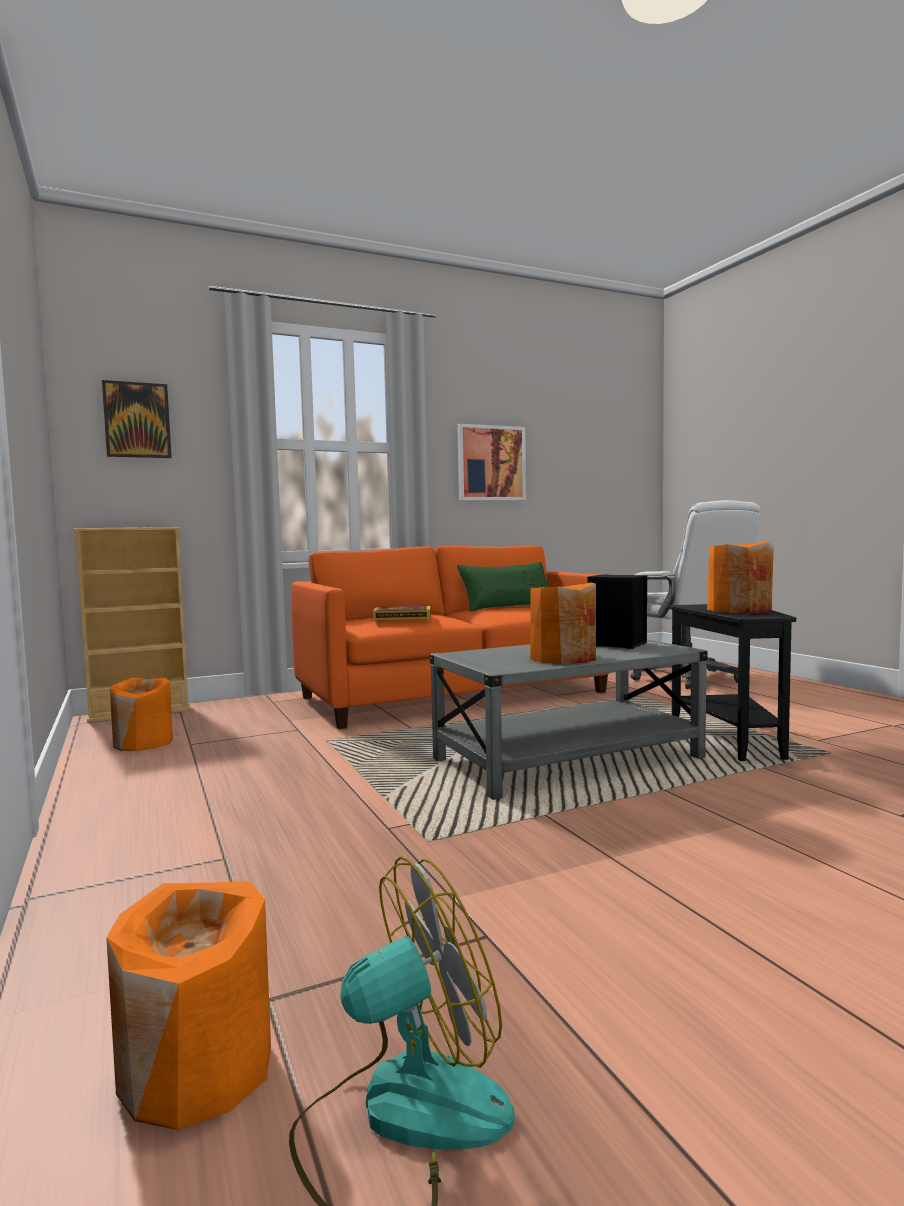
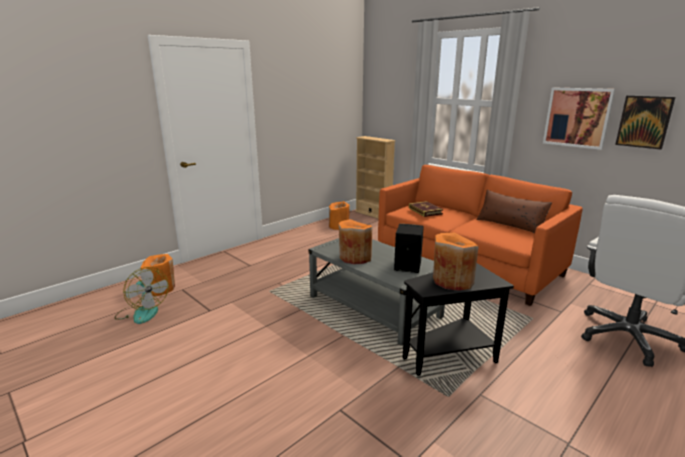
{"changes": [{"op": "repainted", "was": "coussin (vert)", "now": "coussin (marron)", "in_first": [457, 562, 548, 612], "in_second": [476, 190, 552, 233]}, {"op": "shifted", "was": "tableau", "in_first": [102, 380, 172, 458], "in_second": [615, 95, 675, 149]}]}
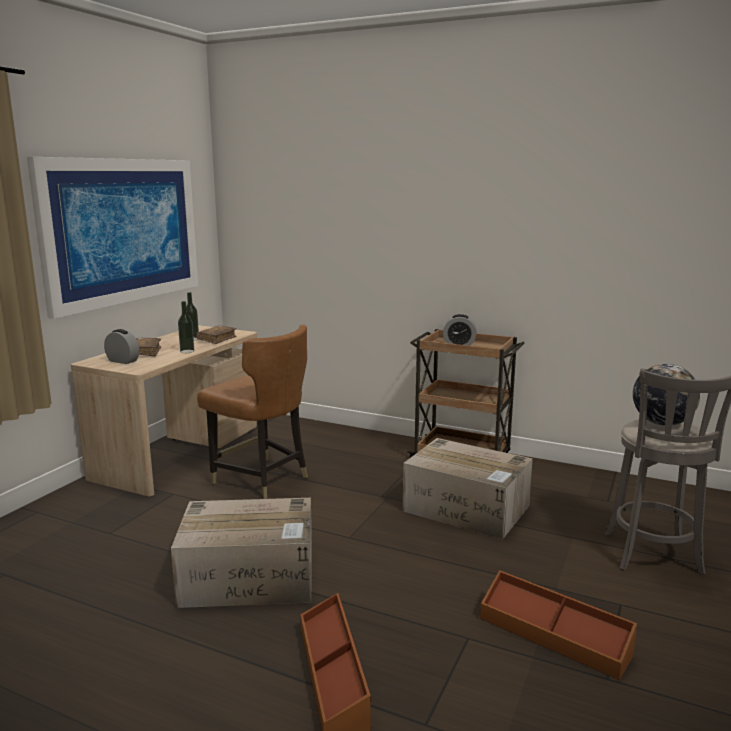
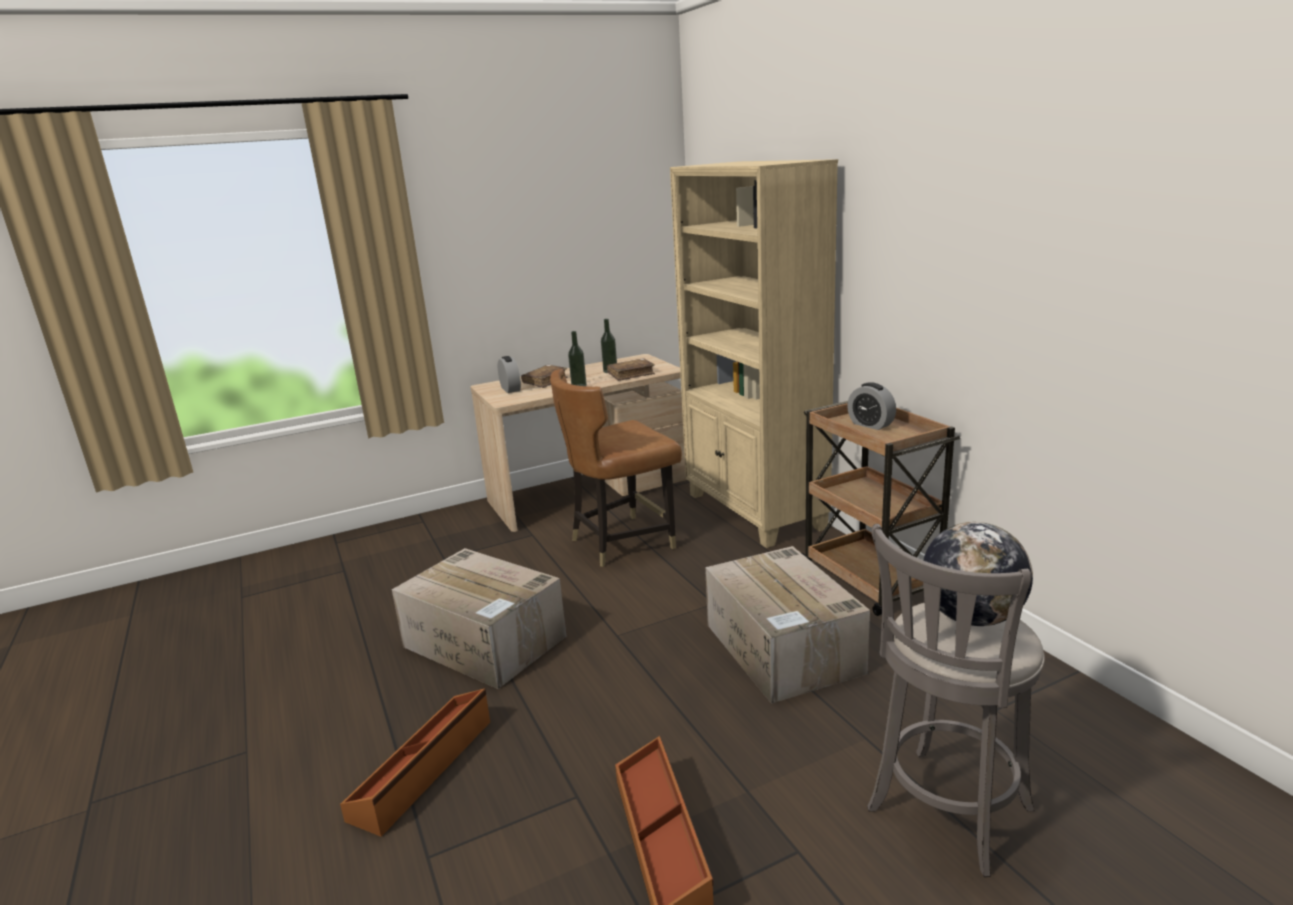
{"changes": [{"op": "rotated", "was": "chaise (marron)", "in_first": [197, 325, 308, 499], "in_second": [550, 369, 682, 567], "clockwise": 75}, {"op": "new", "now": "bibliothèque (beige)", "in_second": [670, 159, 838, 548]}, {"op": "gone", "was": "tableau", "in_first": [27, 157, 198, 319]}]}
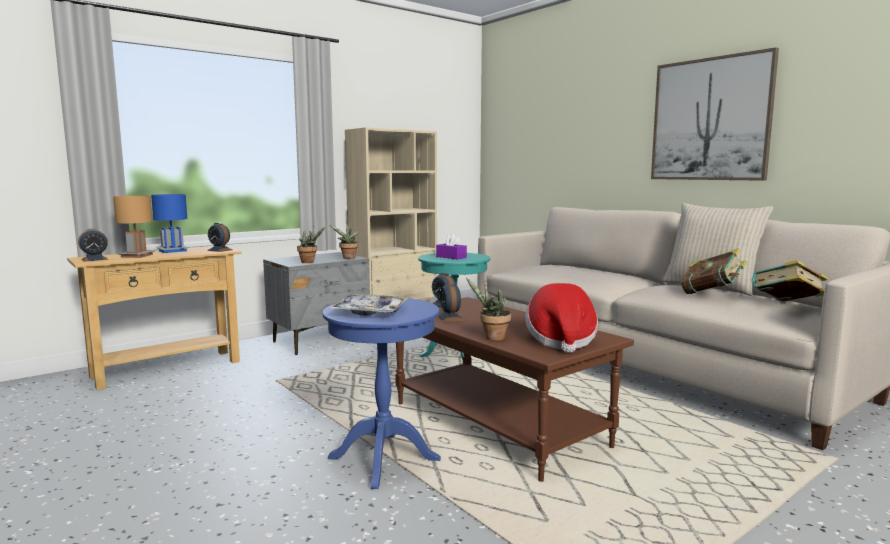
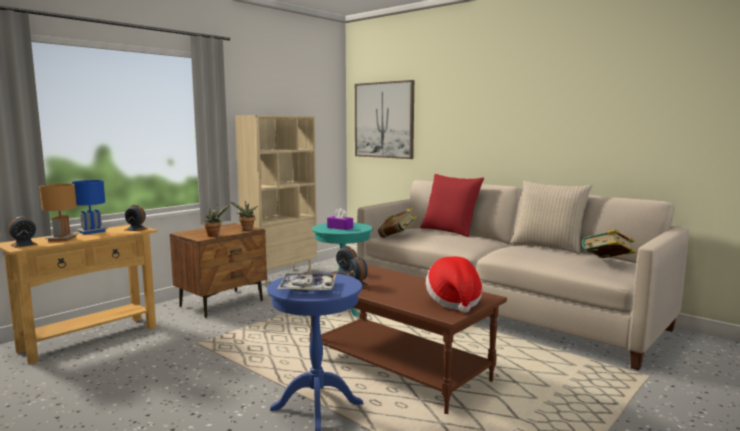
{"changes": [{"op": "repainted", "was": "table de chevet (gris)", "now": "table de chevet (marron)", "in_first": [263, 252, 370, 355], "in_second": [170, 223, 267, 318]}, {"op": "shifted", "was": "tableau", "in_first": [651, 47, 779, 181], "in_second": [355, 80, 414, 159]}, {"op": "shifted", "was": "livre", "in_first": [680, 248, 747, 294], "in_second": [378, 208, 417, 238]}, {"op": "new", "now": "coussin (rouge)", "in_second": [420, 174, 484, 237]}, {"op": "gone", "was": "plante en pot", "in_first": [466, 278, 511, 341]}]}
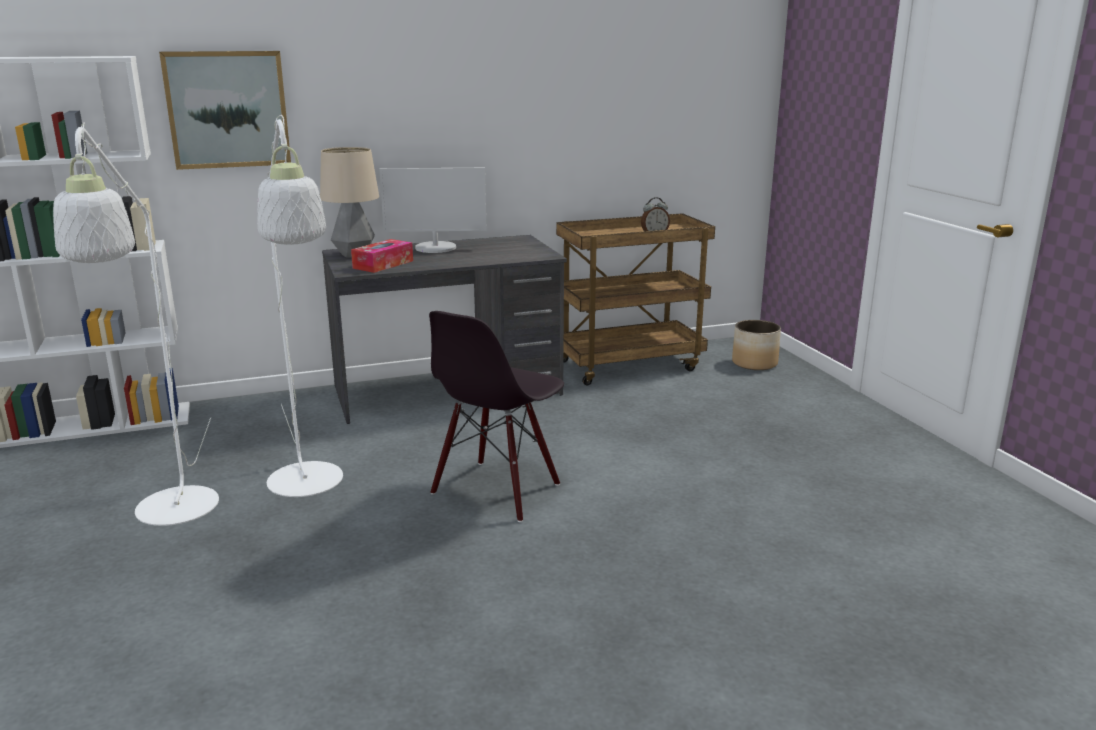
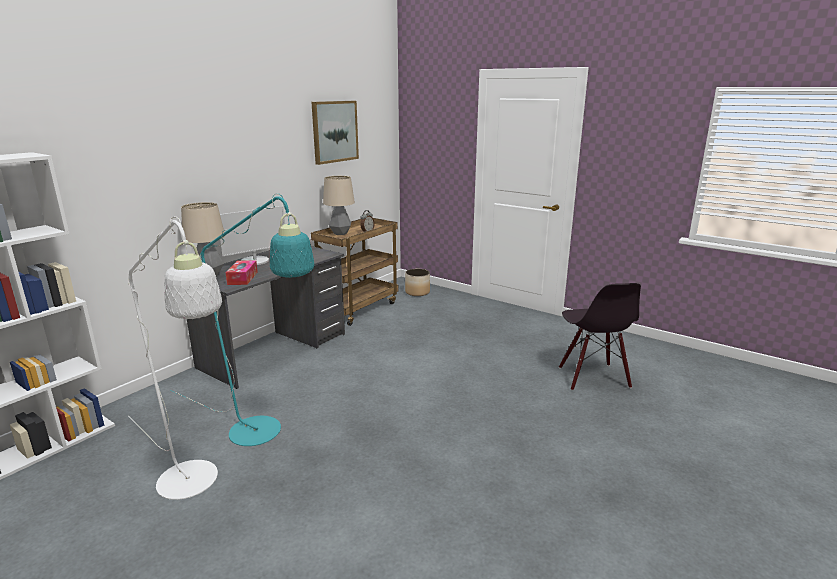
{"changes": [{"op": "repainted", "was": "lampadaire (blanc)", "now": "lampadaire (turquoise)", "in_first": [258, 115, 343, 497], "in_second": [171, 193, 314, 446]}, {"op": "shifted", "was": "tableau", "in_first": [159, 51, 291, 170], "in_second": [311, 101, 359, 165]}, {"op": "new", "now": "lampe de table", "in_second": [323, 176, 355, 235]}, {"op": "shifted", "was": "chaise (noir)", "in_first": [429, 311, 564, 522], "in_second": [559, 283, 641, 391]}]}
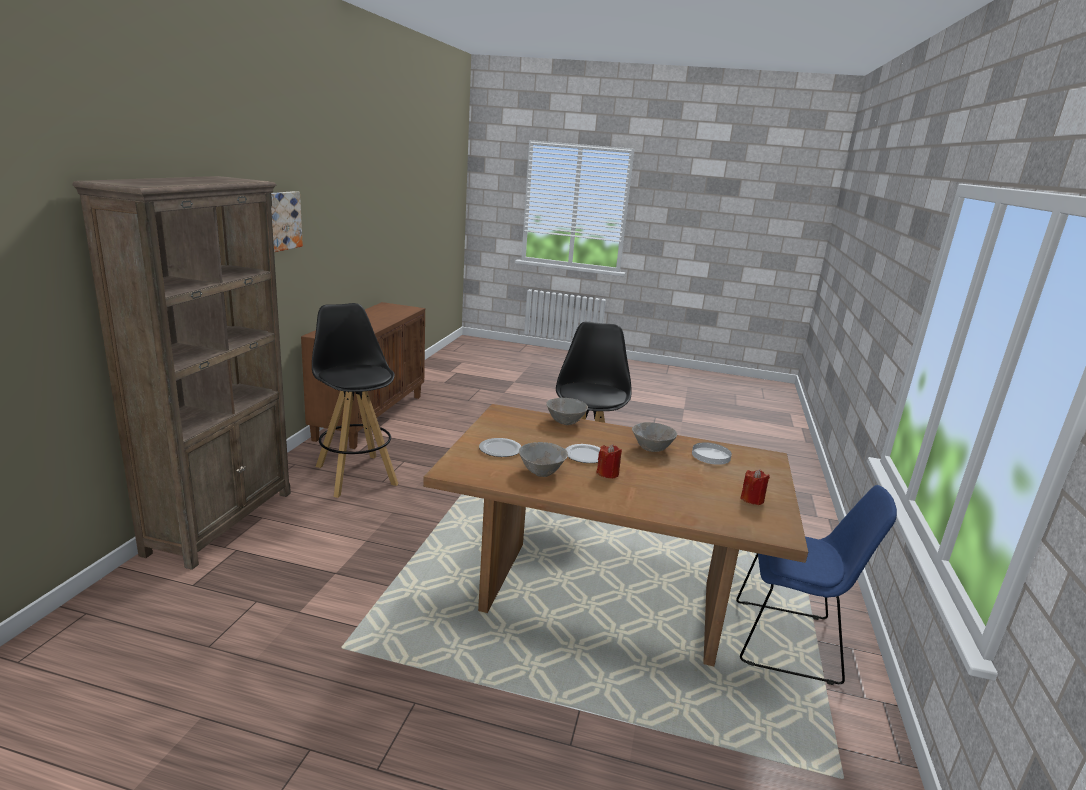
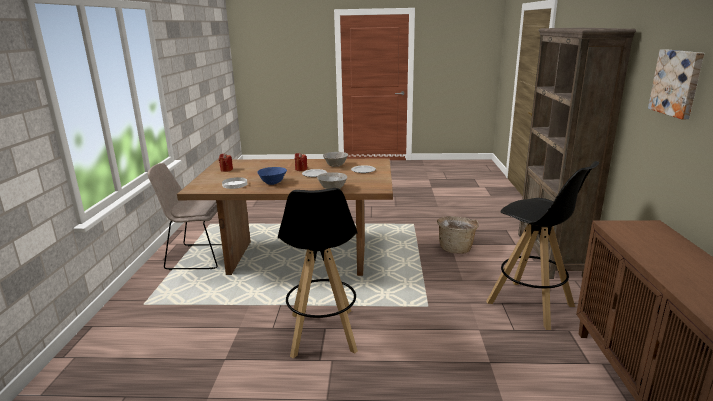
{"changes": [{"op": "repainted", "was": "chaise (bleu)", "now": "chaise (beige)", "in_first": [736, 485, 897, 685], "in_second": [148, 163, 222, 270]}, {"op": "repainted", "was": "bol (gris)", "now": "bol (bleu)", "in_first": [632, 422, 677, 452], "in_second": [258, 167, 287, 185]}, {"op": "new", "now": "panier", "in_second": [437, 216, 479, 254]}]}
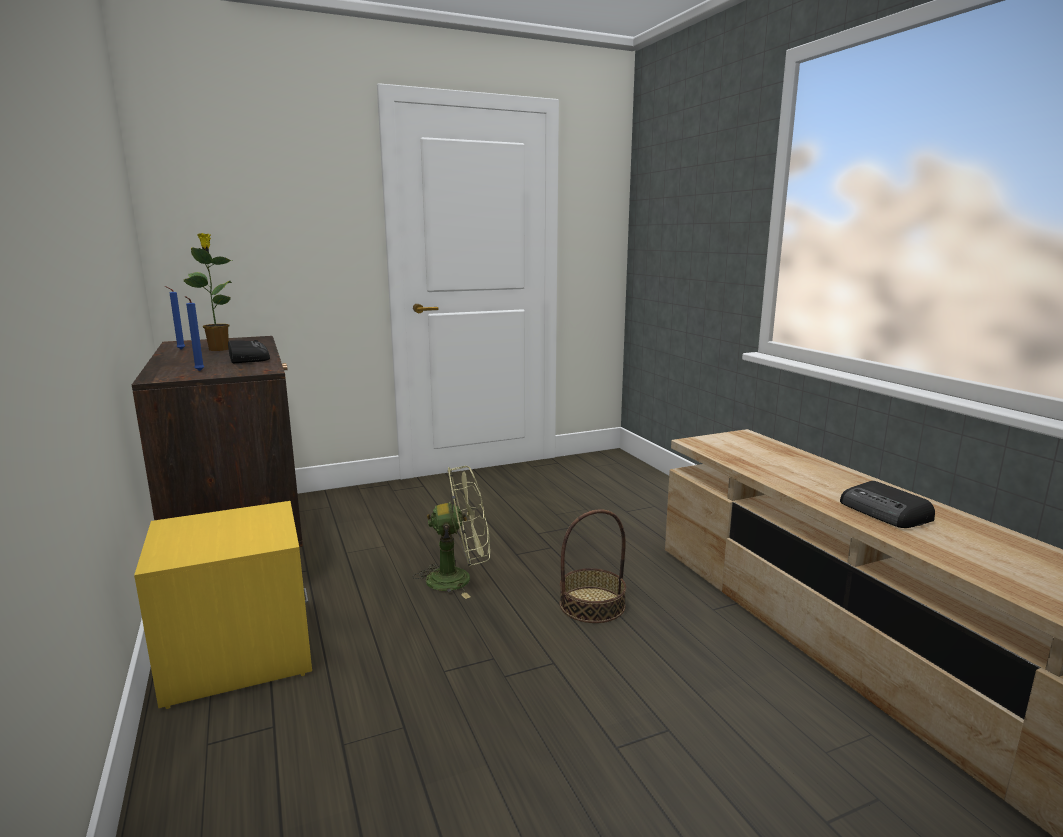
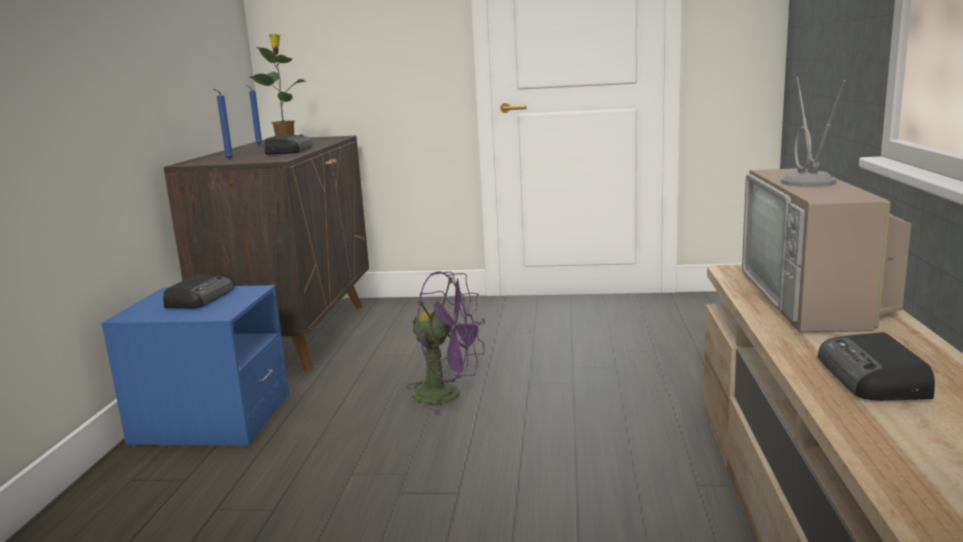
{"changes": [{"op": "repainted", "was": "table de chevet (jaune)", "now": "table de chevet (bleu)", "in_first": [134, 501, 312, 709], "in_second": [101, 285, 289, 448]}, {"op": "new", "now": "radio", "in_second": [163, 274, 234, 308]}, {"op": "repainted", "was": "ventilateur (vert)", "now": "ventilateur (violet)", "in_first": [413, 466, 490, 599], "in_second": [406, 271, 485, 415]}, {"op": "new", "now": "téléviseur", "in_second": [742, 77, 911, 333]}, {"op": "gone", "was": "panier", "in_first": [560, 509, 626, 623]}]}
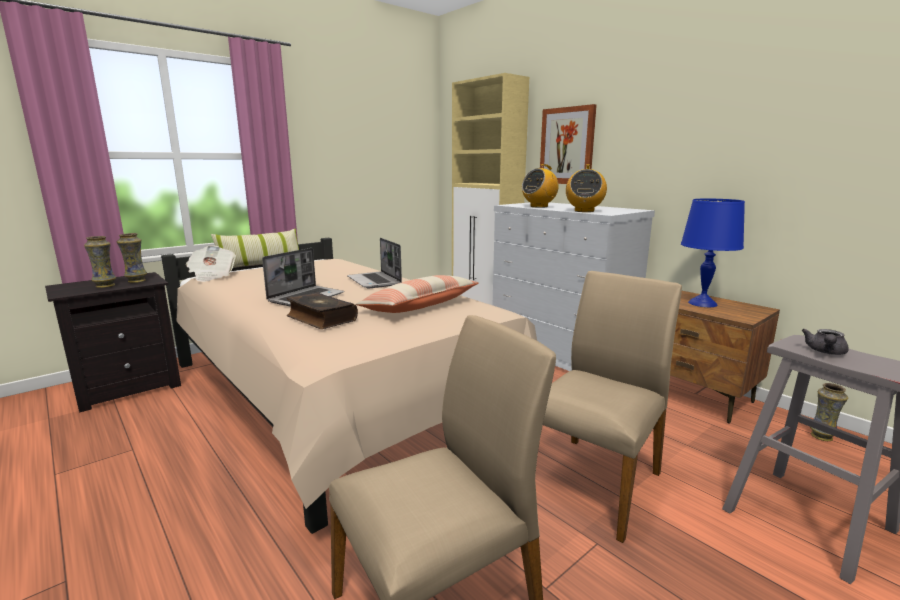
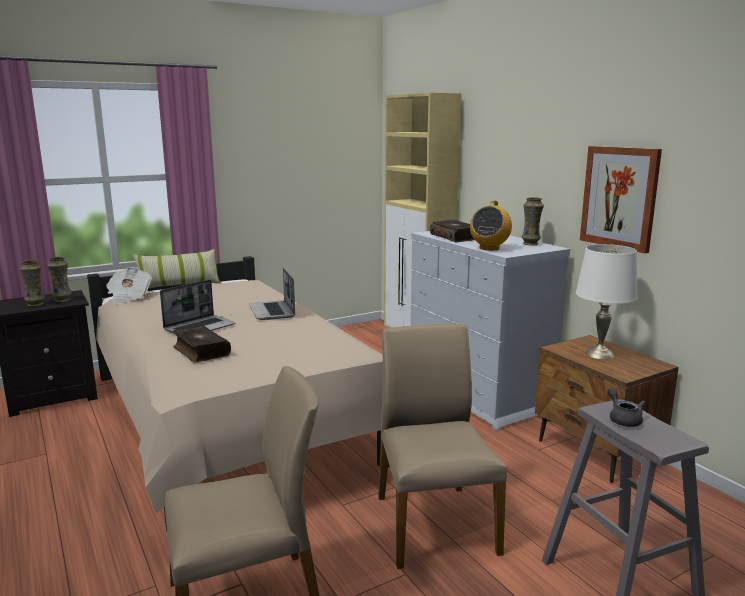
{"changes": [{"op": "rotated", "was": "chaise (beige)", "in_first": [543, 271, 682, 543], "in_second": [378, 324, 507, 569], "clockwise": -60}, {"op": "swapped", "was": "radio", "now": "livre", "in_first": [522, 164, 559, 208], "in_second": [430, 220, 474, 242]}, {"op": "shifted", "was": "vase", "in_first": [810, 383, 848, 441], "in_second": [521, 197, 544, 245]}, {"op": "repainted", "was": "lampe de table (bleu)", "now": "lampe de table (blanc)", "in_first": [681, 199, 745, 307], "in_second": [575, 244, 638, 360]}, {"op": "shifted", "was": "tableau", "in_first": [540, 104, 597, 184], "in_second": [580, 146, 662, 253]}, {"op": "rotated", "was": "théière (gris)", "in_first": [802, 329, 849, 355], "in_second": [608, 388, 645, 427], "clockwise": 120}, {"op": "gone", "was": "coussin", "in_first": [356, 275, 479, 313]}]}
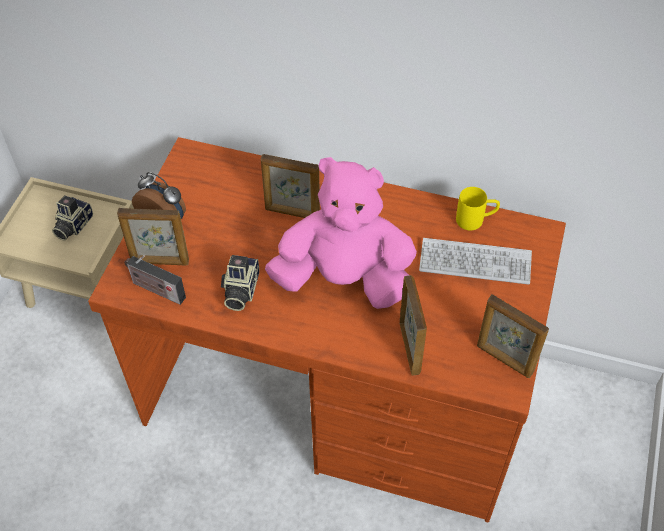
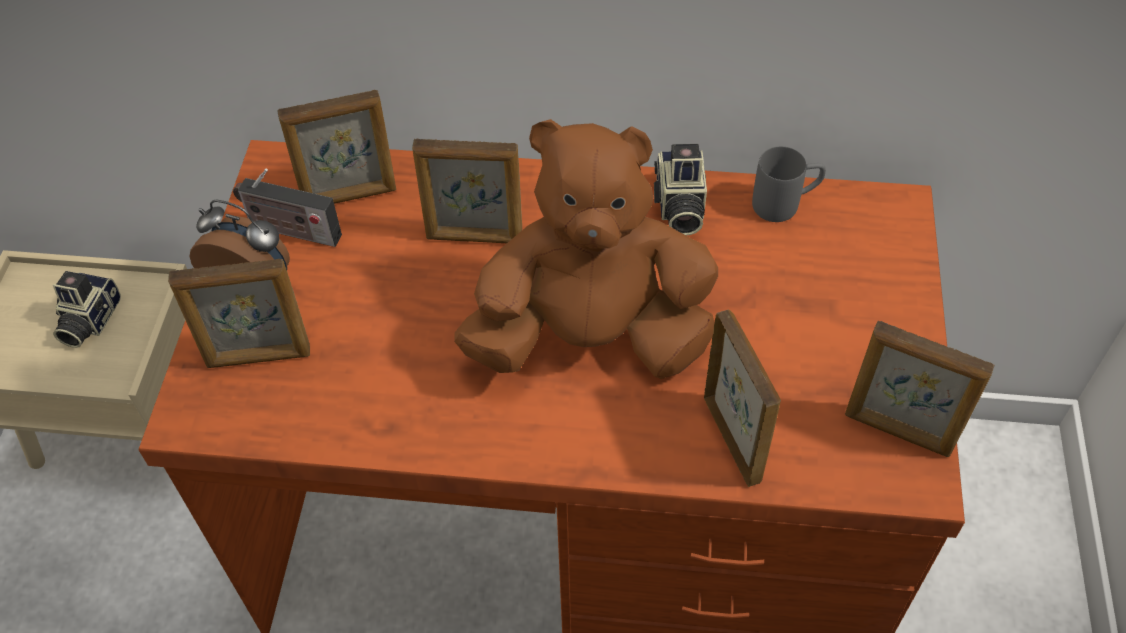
{"changes": [{"op": "shifted", "was": "radio", "in_first": [124, 255, 186, 305], "in_second": [233, 169, 342, 247]}, {"op": "new", "now": "cadre photo", "in_second": [277, 90, 396, 204]}, {"op": "repainted", "was": "peluche (rose)", "now": "peluche (marron)", "in_first": [265, 157, 417, 309], "in_second": [454, 119, 718, 379]}, {"op": "shifted", "was": "appareil photo", "in_first": [221, 255, 259, 311], "in_second": [654, 144, 707, 235]}, {"op": "repainted", "was": "mug (jaune)", "now": "mug (gris)", "in_first": [456, 187, 500, 231], "in_second": [752, 146, 826, 222]}, {"op": "gone", "was": "clavier", "in_first": [419, 238, 532, 284]}]}
